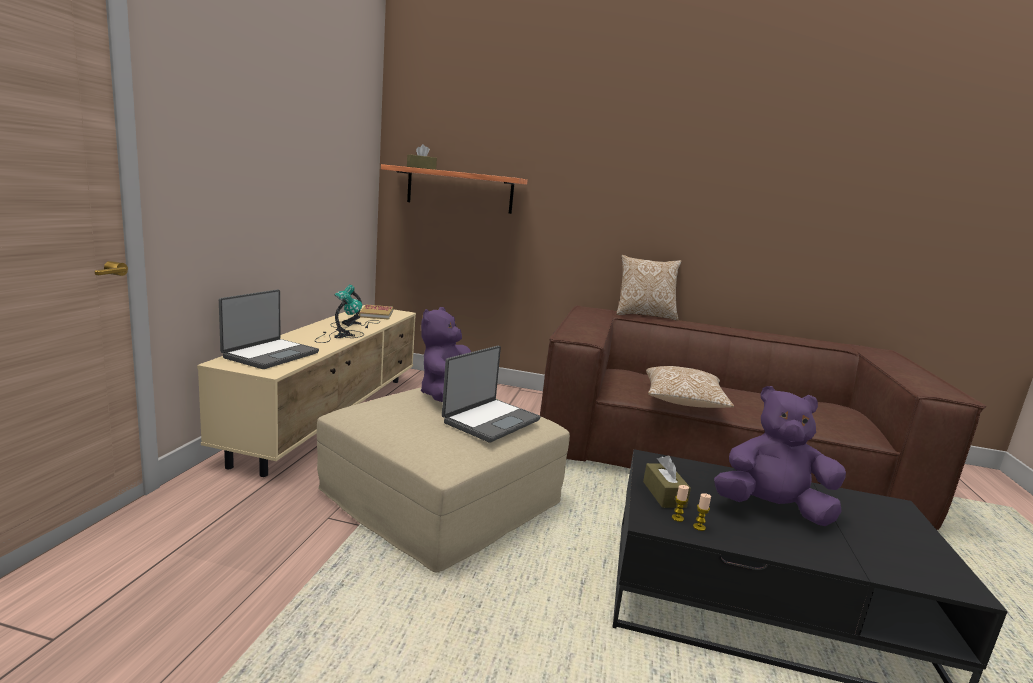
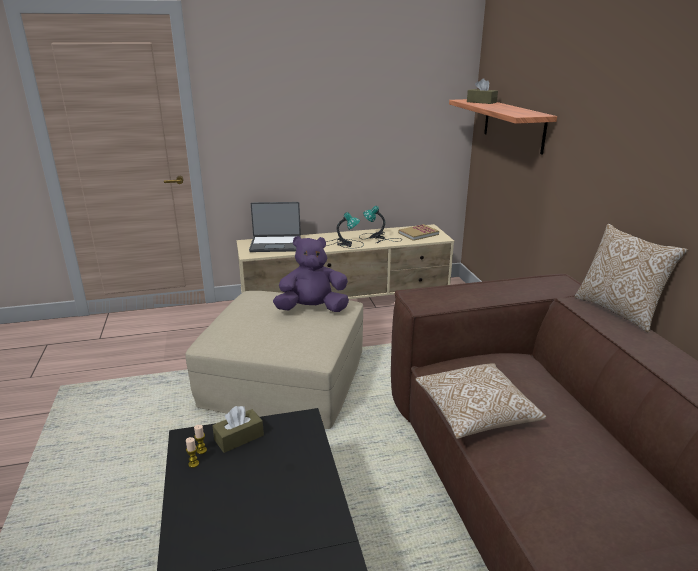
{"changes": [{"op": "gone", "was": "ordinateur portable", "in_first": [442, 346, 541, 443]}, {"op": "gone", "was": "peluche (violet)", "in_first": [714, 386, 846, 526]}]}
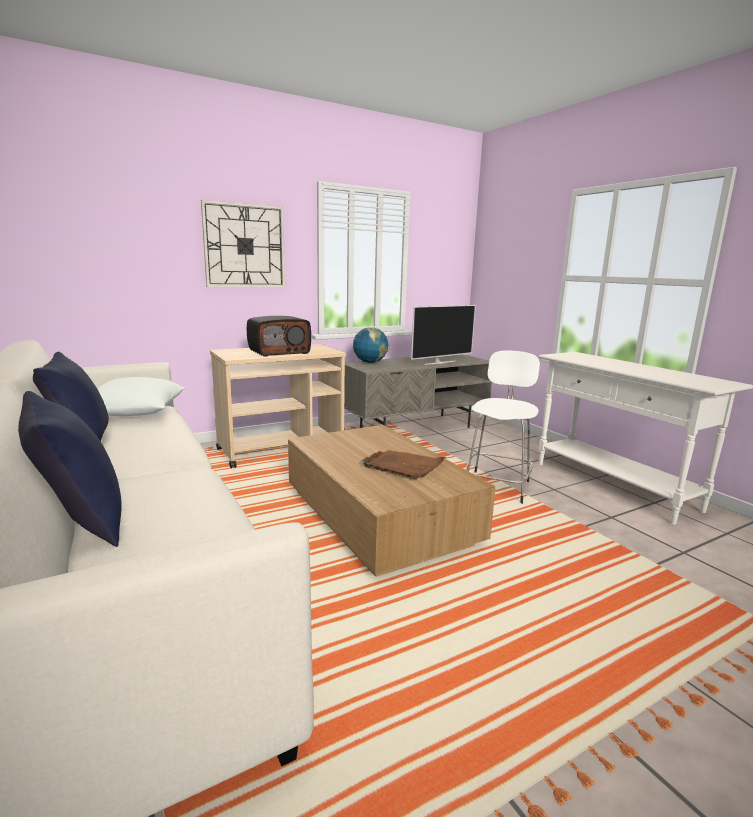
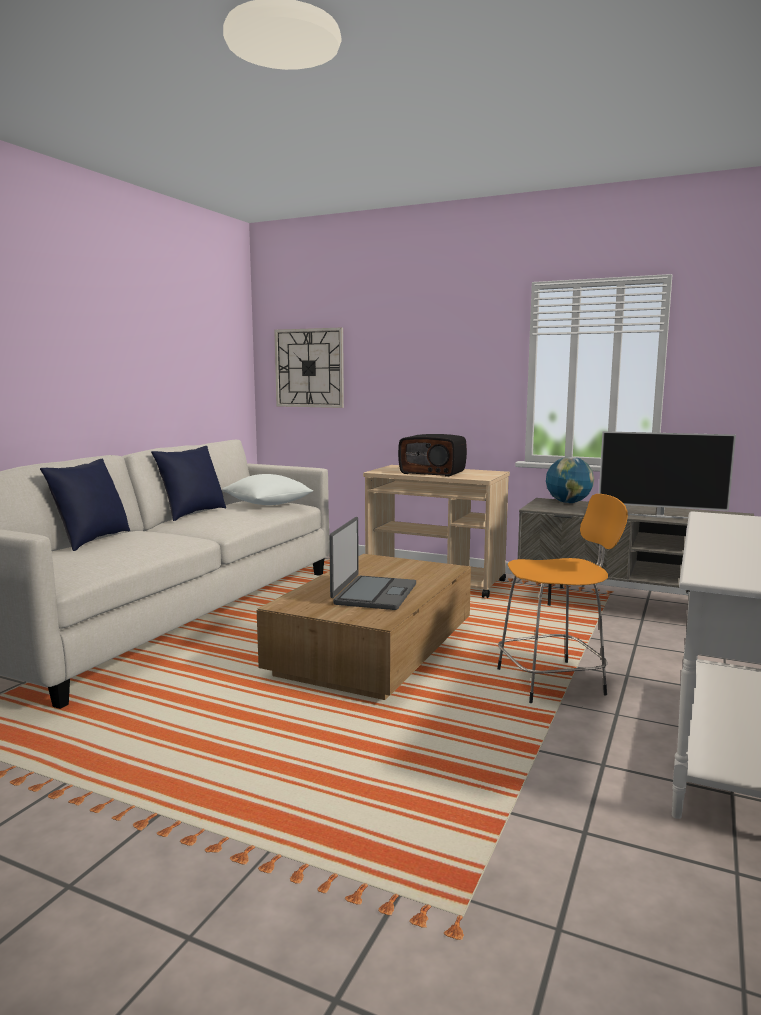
{"changes": [{"op": "shifted", "was": "horloge murale", "in_first": [201, 200, 285, 288], "in_second": [274, 327, 344, 408]}, {"op": "swapped", "was": "plateau (marron)", "now": "ordinateur portable", "in_first": [361, 450, 446, 480], "in_second": [329, 517, 416, 610]}, {"op": "repainted", "was": "tabouret (blanc)", "now": "tabouret (orange)", "in_first": [465, 351, 540, 504], "in_second": [497, 494, 628, 703]}]}
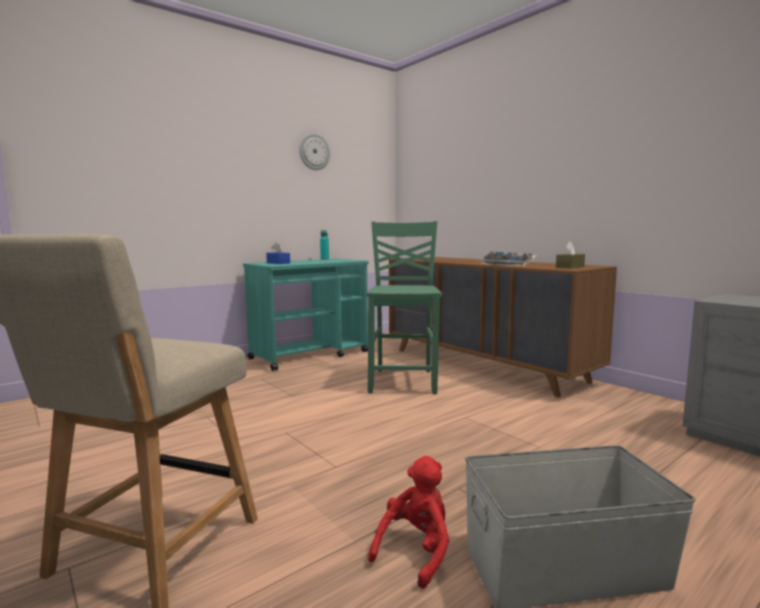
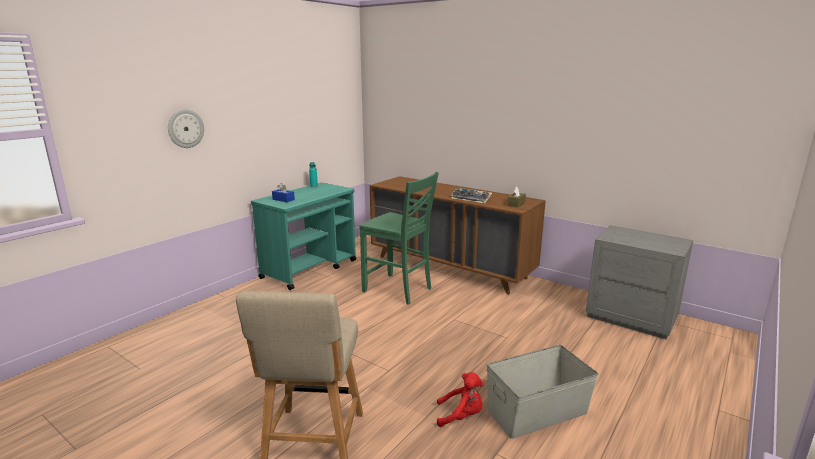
{"changes": [{"op": "shifted", "was": "horloge murale", "in_first": [299, 133, 330, 170], "in_second": [168, 109, 204, 148]}, {"op": "rotated", "was": "chaise (vert)", "in_first": [366, 221, 442, 394], "in_second": [360, 172, 439, 305], "clockwise": 135}, {"op": "rotated", "was": "peluche (rouge)", "in_first": [368, 456, 449, 589], "in_second": [437, 372, 484, 427], "clockwise": 75}]}
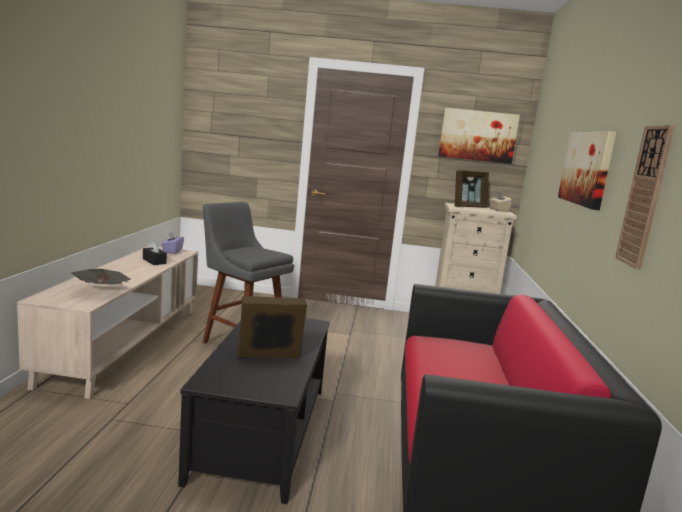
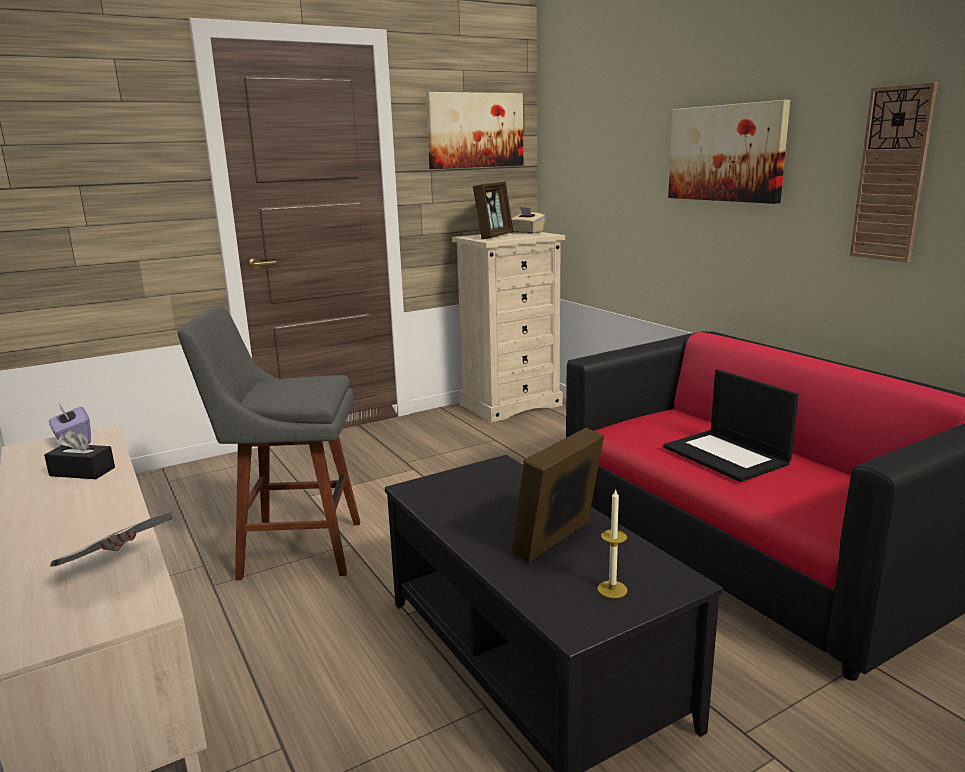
{"changes": [{"op": "new", "now": "bougie", "in_second": [597, 489, 627, 598]}, {"op": "new", "now": "ordinateur portable", "in_second": [663, 369, 799, 482]}]}
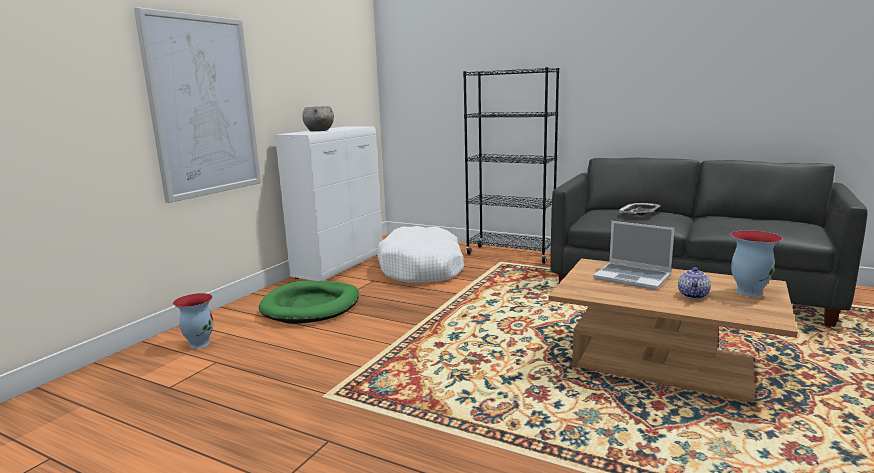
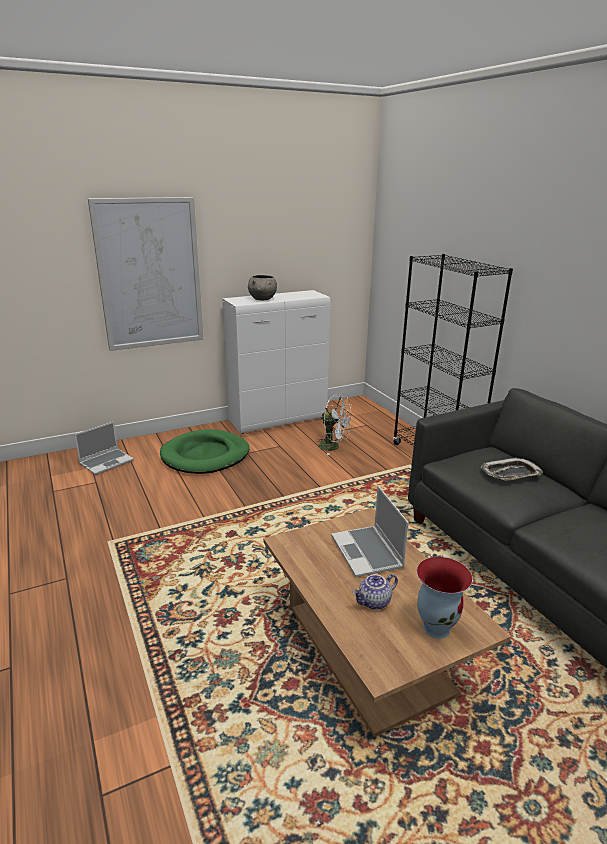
{"changes": [{"op": "swapped", "was": "vase", "now": "ordinateur portable", "in_first": [173, 293, 213, 349], "in_second": [74, 421, 134, 475]}, {"op": "swapped", "was": "panier pour chien (blanc)", "now": "ventilateur (blanc)", "in_first": [377, 226, 464, 283], "in_second": [316, 395, 354, 455]}]}
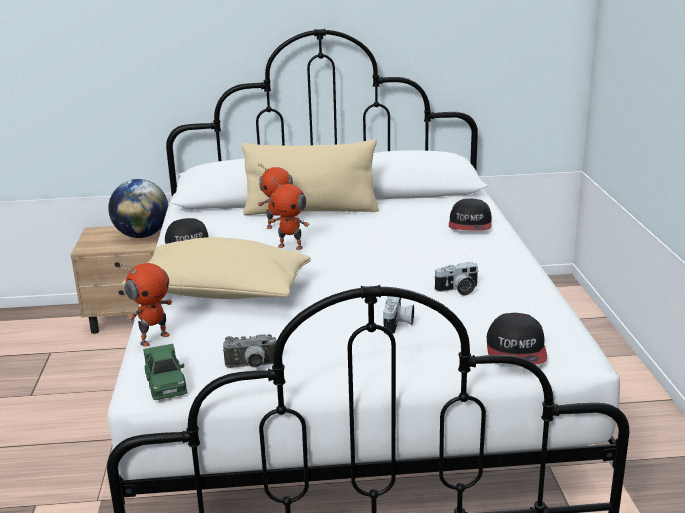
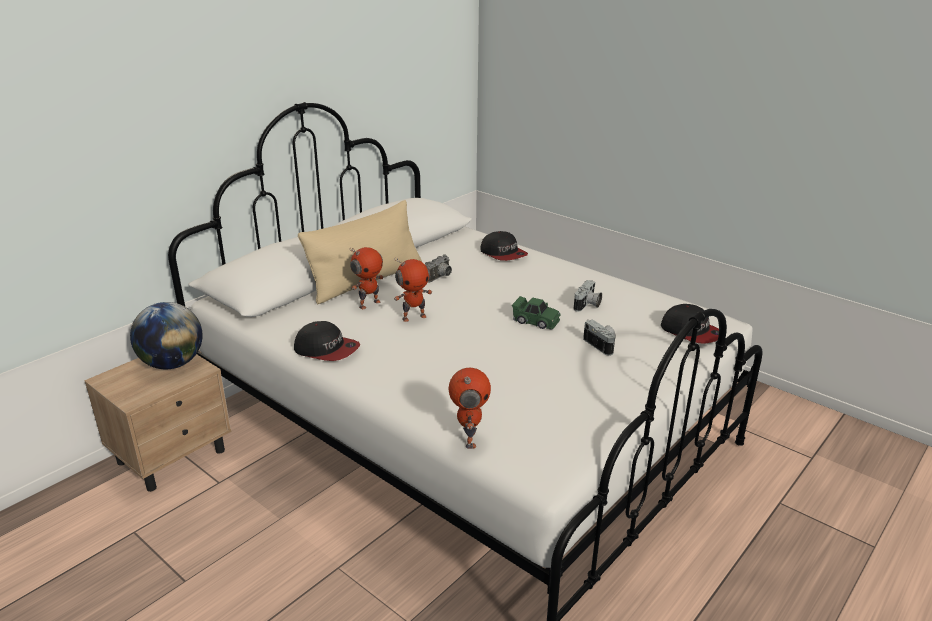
{"changes": [{"op": "shifted", "was": "appareil photo", "in_first": [223, 334, 277, 368], "in_second": [425, 254, 452, 283]}, {"op": "shifted", "was": "petite voiture (vert)", "in_first": [143, 344, 188, 400], "in_second": [512, 296, 561, 330]}, {"op": "gone", "was": "coussin (beige)", "in_first": [122, 237, 311, 299]}]}
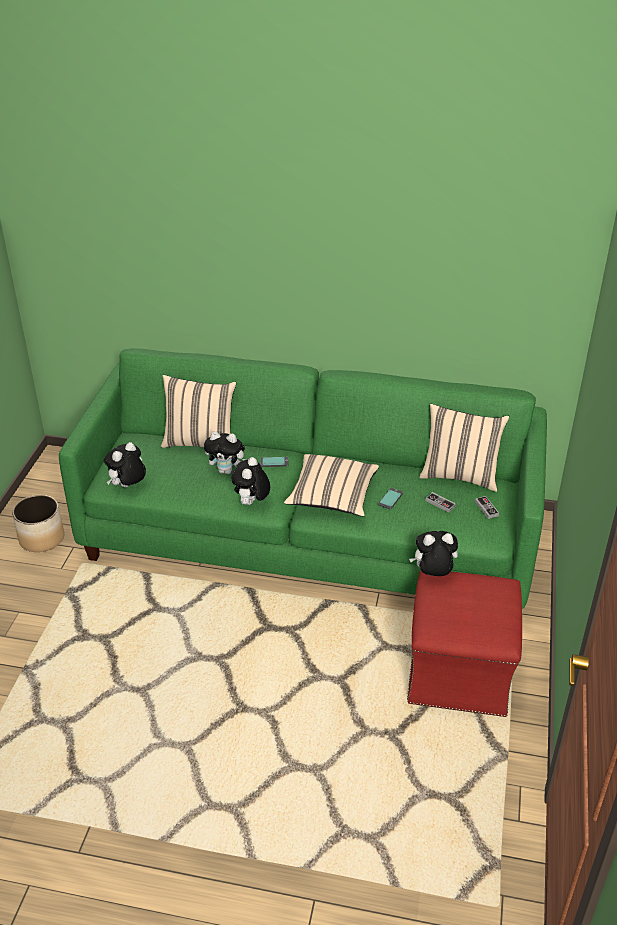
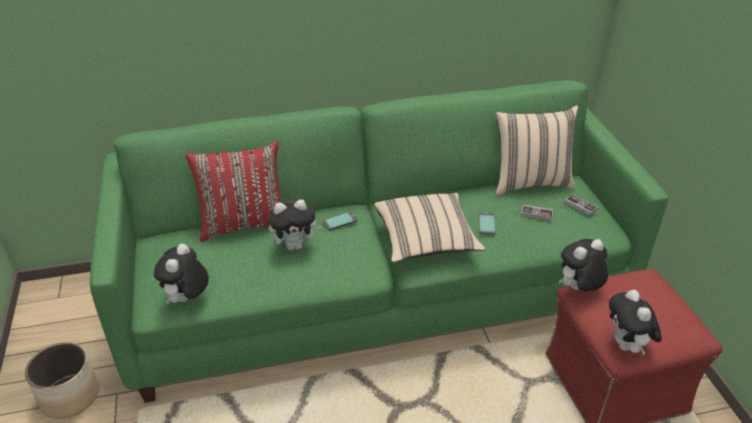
{"changes": [{"op": "repainted", "was": "coussin (beige)", "now": "coussin (rouge)", "in_first": [161, 375, 236, 448], "in_second": [185, 140, 282, 242]}, {"op": "shifted", "was": "peluche", "in_first": [232, 457, 270, 505], "in_second": [609, 290, 662, 355]}]}
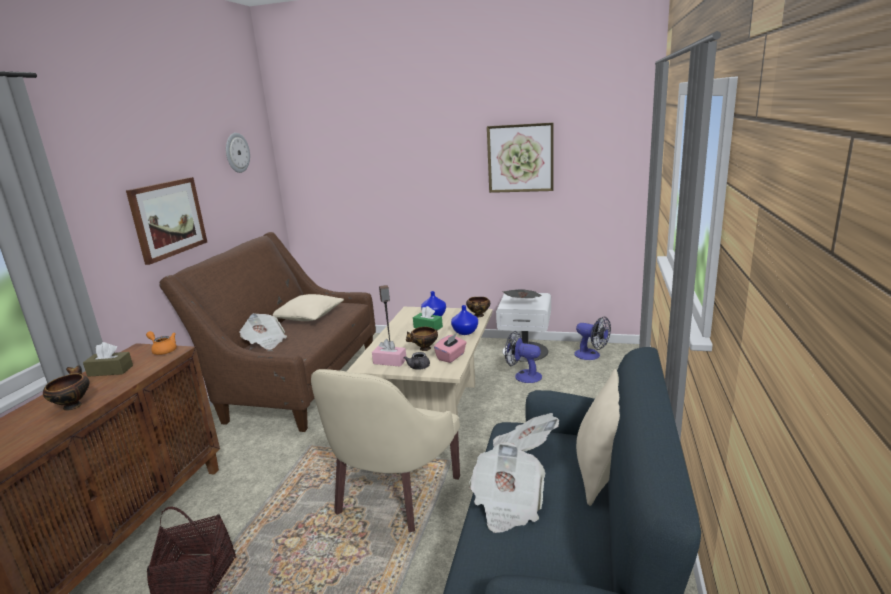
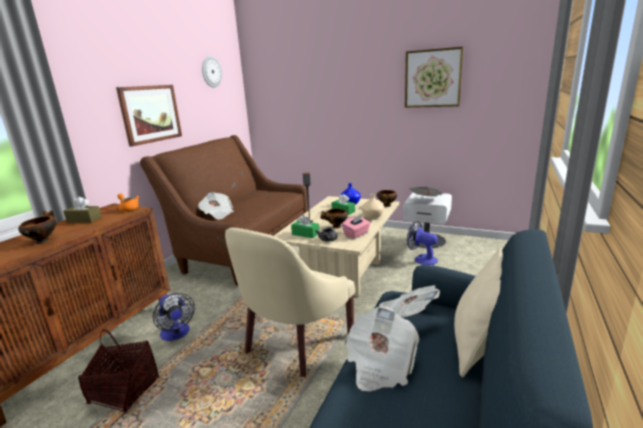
{"changes": [{"op": "shifted", "was": "ventilateur", "in_first": [574, 316, 611, 360], "in_second": [153, 293, 195, 341]}, {"op": "repainted", "was": "boîte à mouchoirs (rose)", "now": "boîte à mouchoirs (vert)", "in_first": [372, 339, 406, 367], "in_second": [291, 215, 319, 238]}, {"op": "repainted", "was": "vase (bleu)", "now": "vase (beige)", "in_first": [451, 305, 478, 335], "in_second": [361, 194, 384, 219]}, {"op": "gone", "was": "coussin (beige)", "in_first": [273, 294, 344, 321]}]}
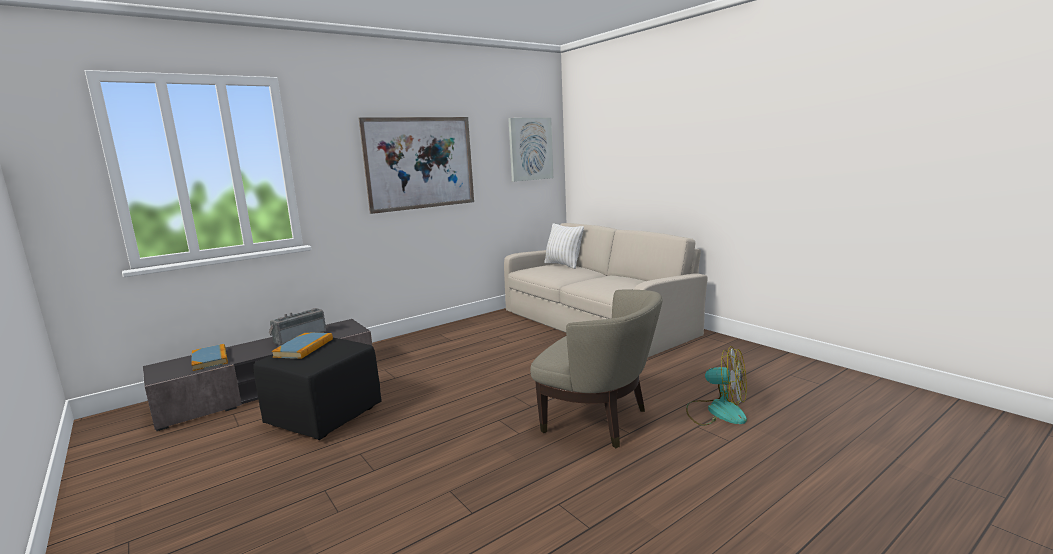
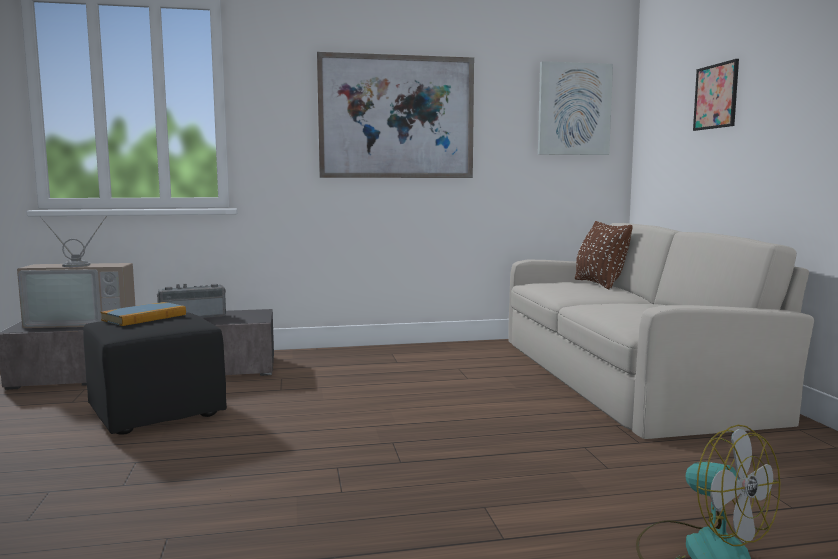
{"changes": [{"op": "swapped", "was": "livre", "now": "téléviseur", "in_first": [192, 344, 228, 371], "in_second": [17, 216, 135, 328]}, {"op": "repainted", "was": "coussin (blanc)", "now": "coussin (marron)", "in_first": [544, 223, 584, 269], "in_second": [575, 221, 633, 290]}, {"op": "new", "now": "tableau", "in_second": [693, 59, 739, 131]}, {"op": "gone", "was": "fauteuil (beige)", "in_first": [530, 290, 663, 448]}]}
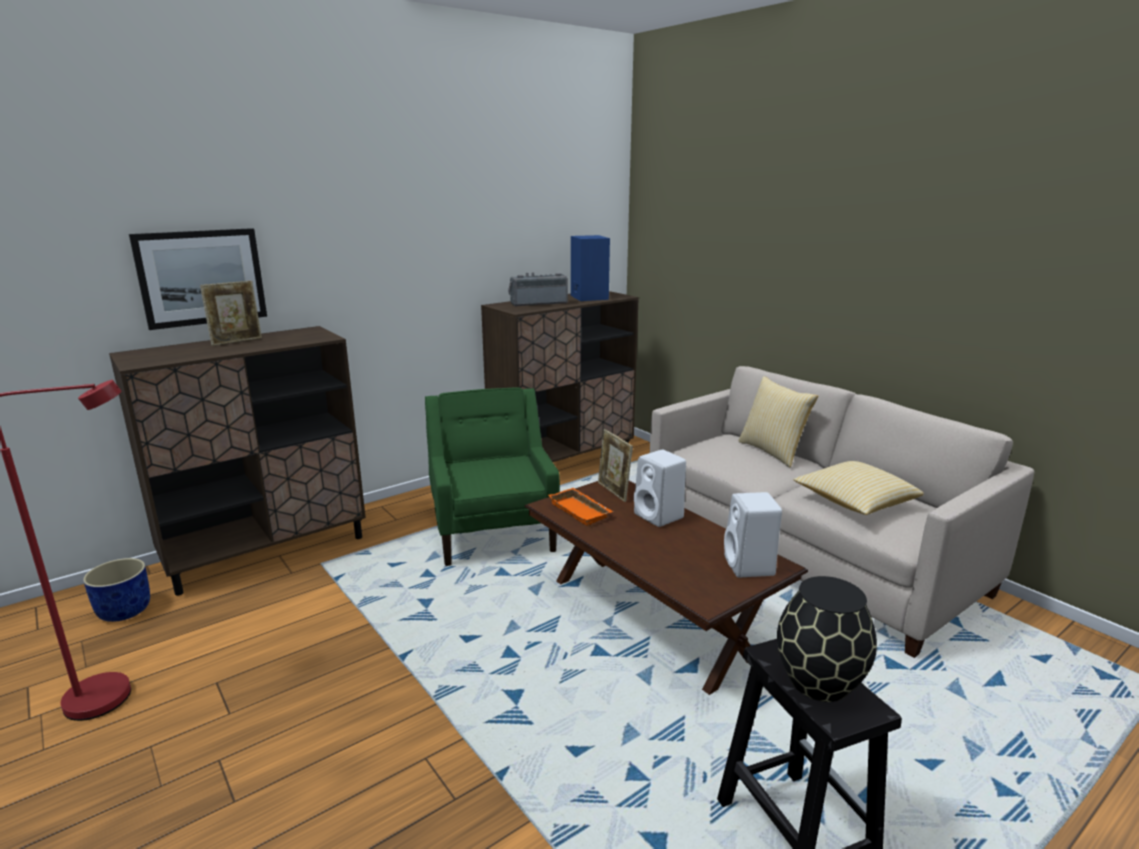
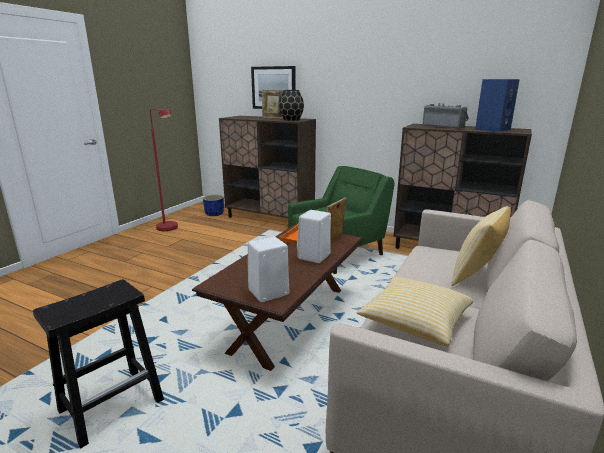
{"changes": [{"op": "shifted", "was": "vase (noir)", "in_first": [777, 576, 877, 702], "in_second": [279, 90, 304, 121]}]}
